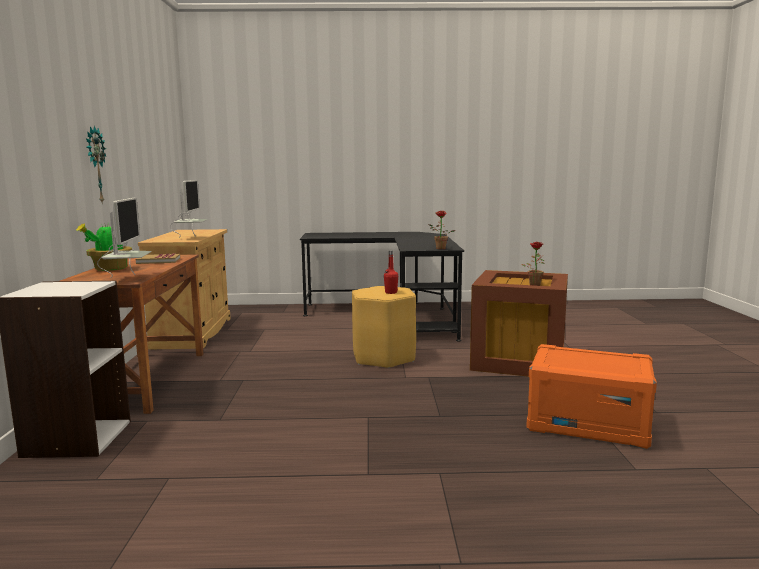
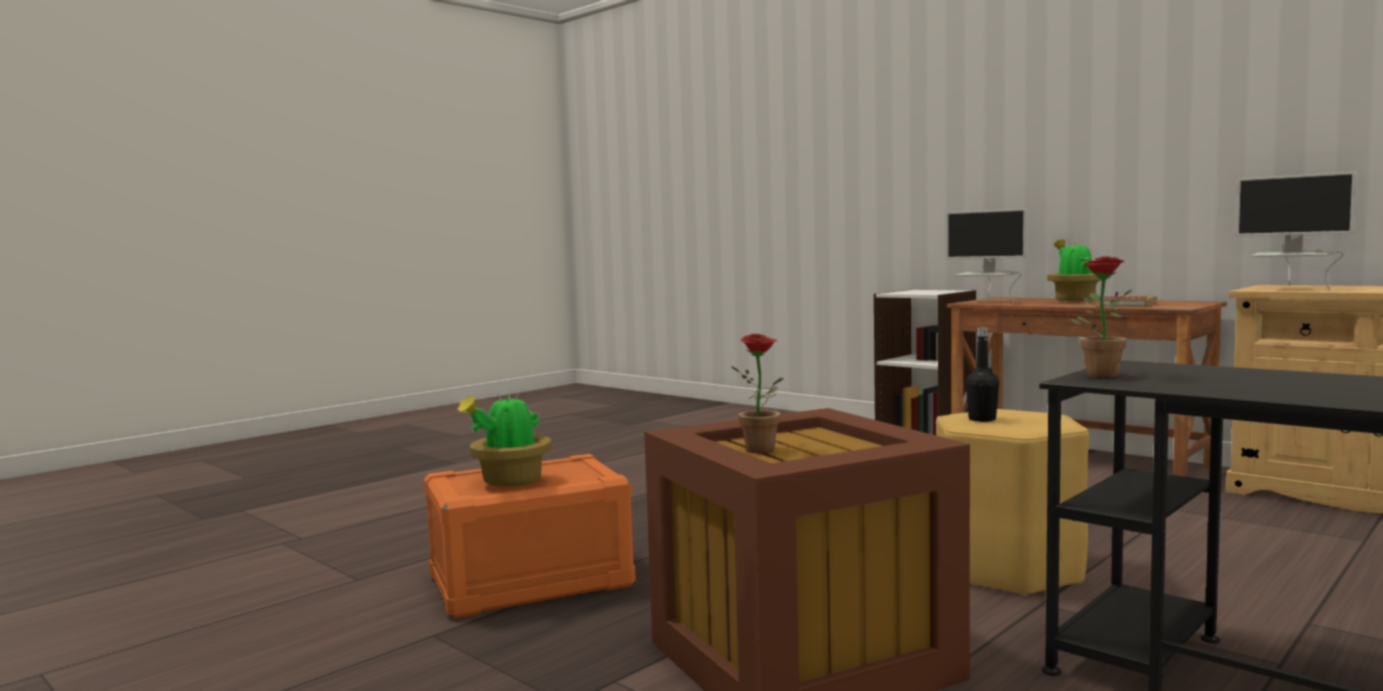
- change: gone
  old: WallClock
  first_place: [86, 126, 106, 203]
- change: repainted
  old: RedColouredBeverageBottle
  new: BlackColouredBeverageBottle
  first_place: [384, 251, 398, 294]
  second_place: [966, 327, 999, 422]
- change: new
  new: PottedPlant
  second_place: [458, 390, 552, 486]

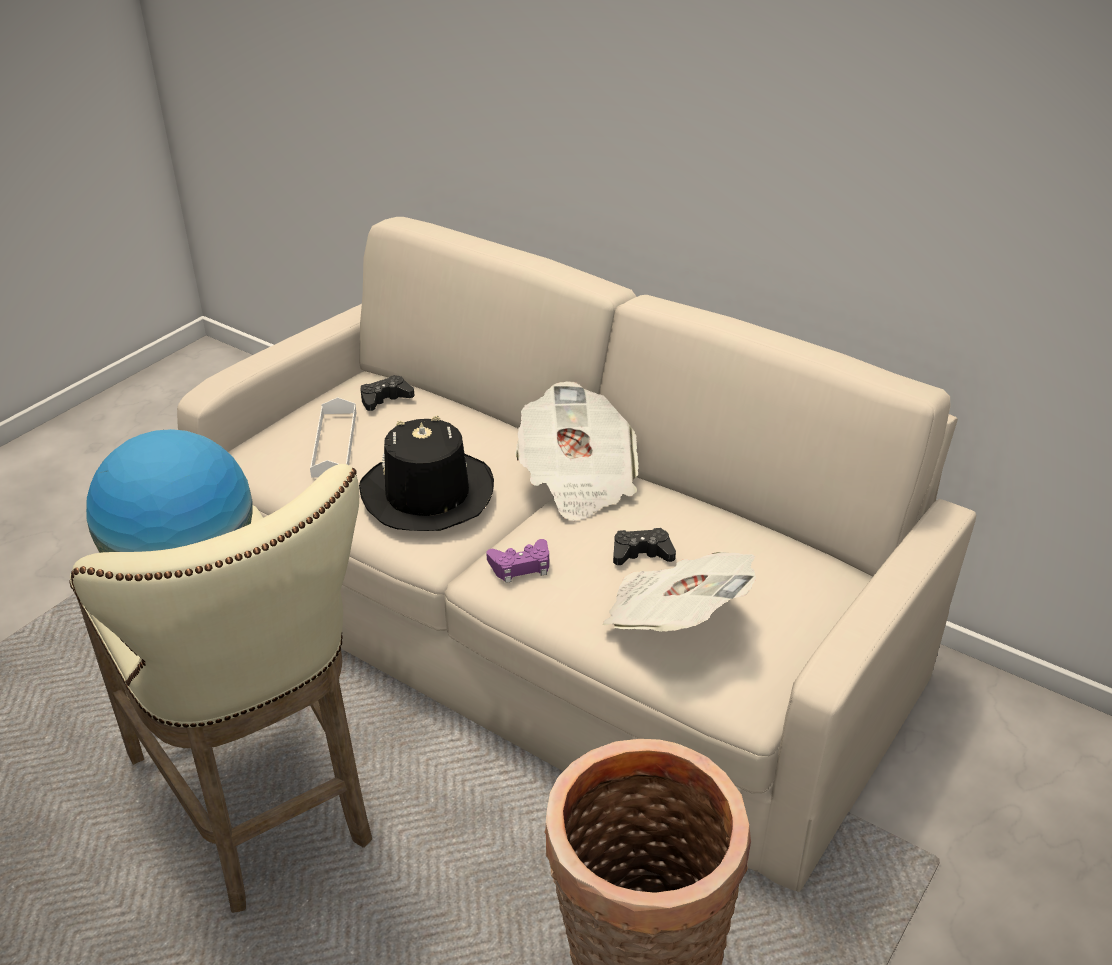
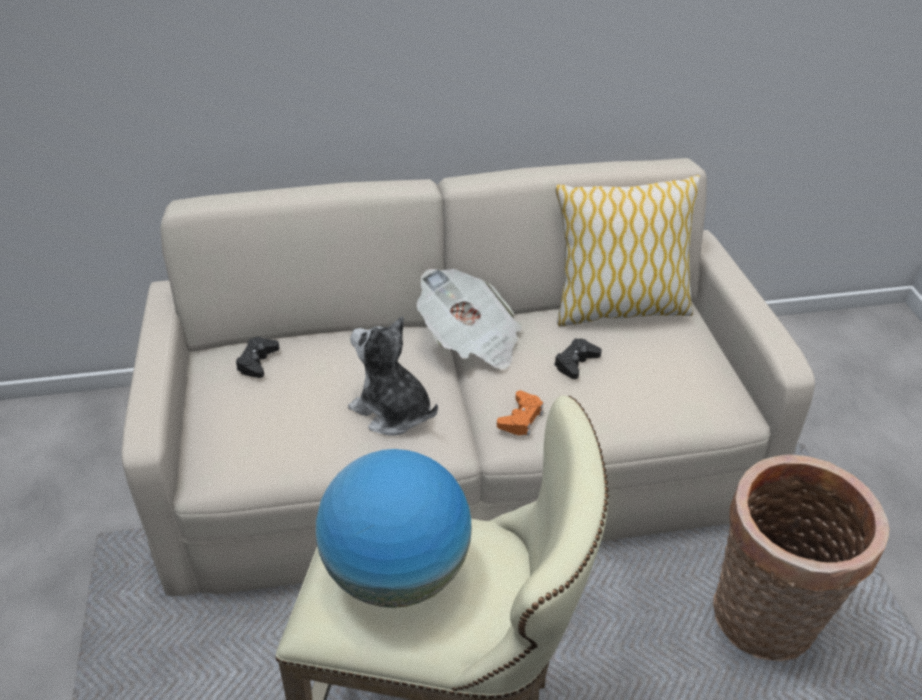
- change: gone
  old: WhiteColouredTray
  first_place: [310, 397, 356, 478]
- change: swapped
  old: BlackColouredClothingHat
  new: CuddlyToy
  first_place: [359, 415, 494, 531]
  second_place: [348, 316, 438, 436]
- change: repainted
  old: PurpleColouredGameController
  new: OrangeyGameController
  first_place: [486, 539, 549, 583]
  second_place: [497, 391, 543, 436]
- change: gone
  old: PrintedPaper
  first_place: [602, 552, 756, 632]
- change: new
  new: Pillow
  second_place: [555, 174, 700, 327]

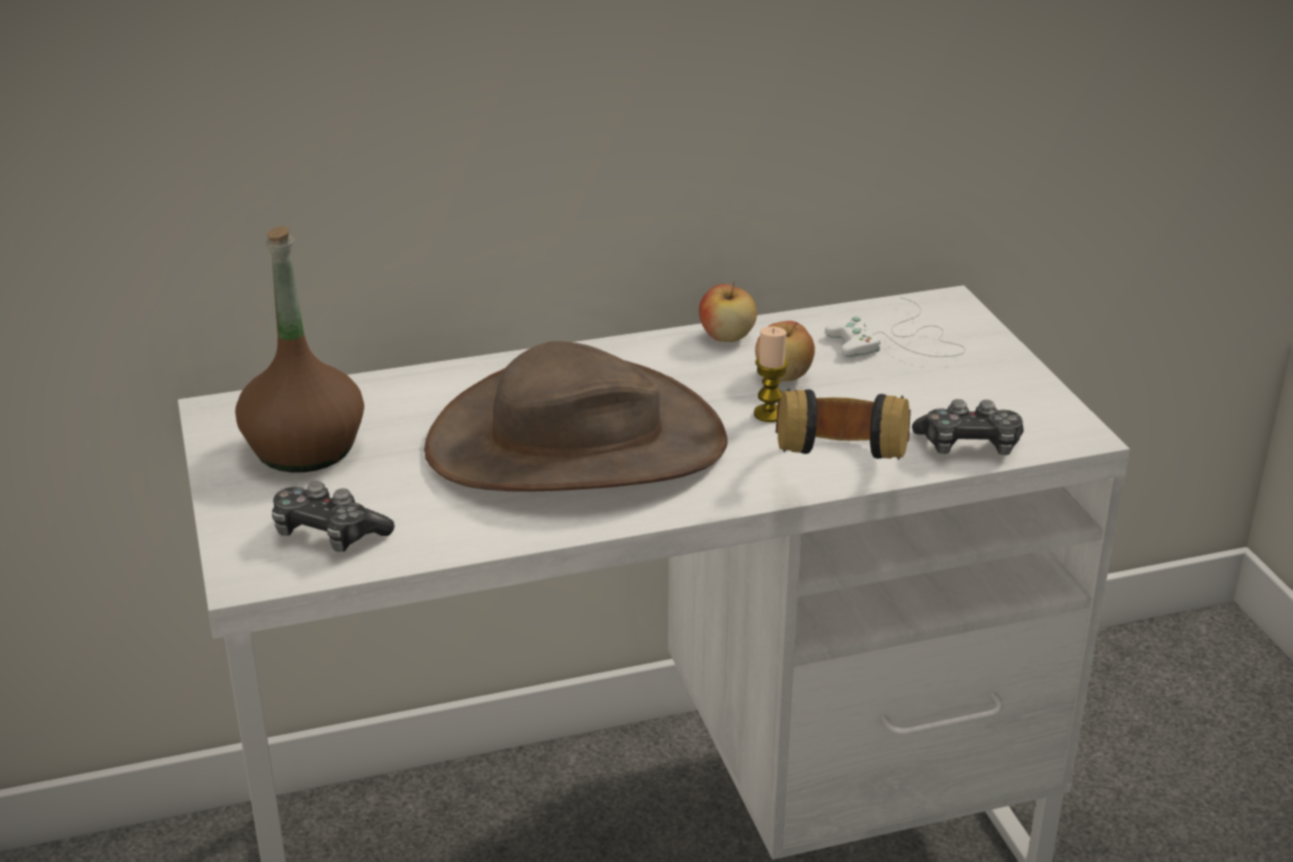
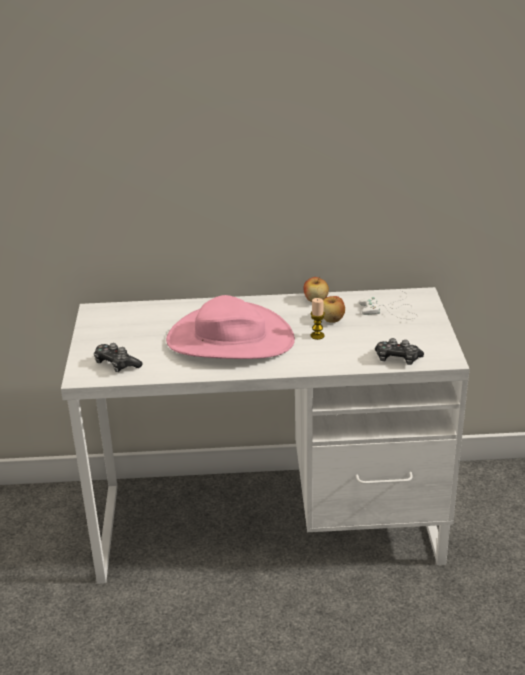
- change: gone
  old: BrownBeverageBottle
  first_place: [235, 226, 364, 473]
- change: repainted
  old: BrownClothingHat
  new: PinkishClothingHat
  first_place: [424, 341, 728, 492]
  second_place: [166, 295, 295, 359]
- change: gone
  old: Headset
  first_place: [776, 388, 911, 460]

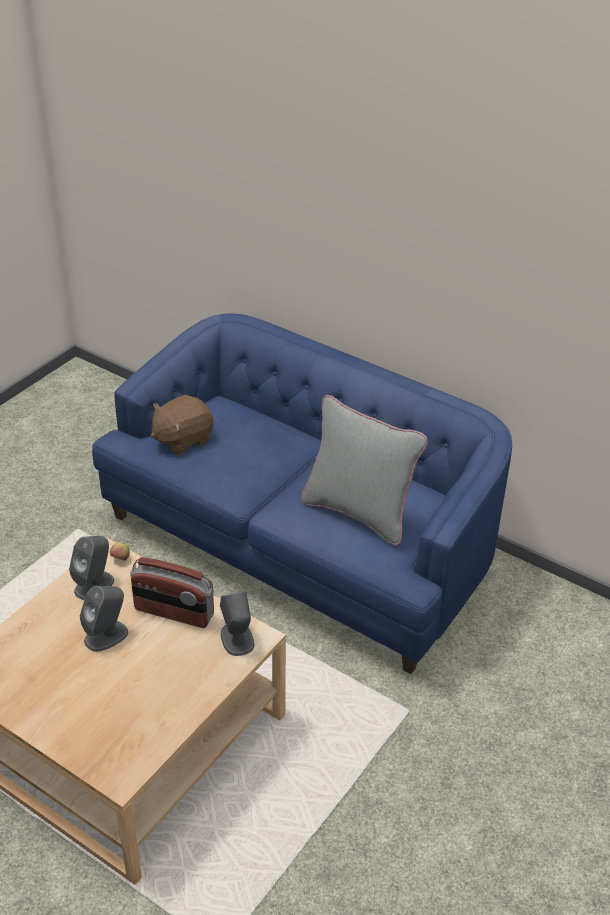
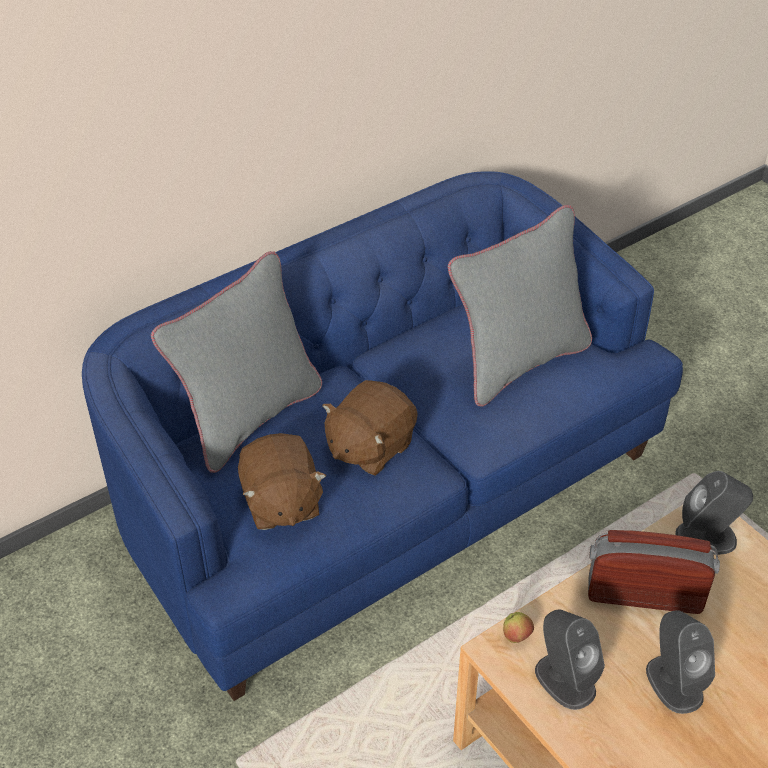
- change: rotated
  old: RadioReceiver
  first_place: [130, 557, 214, 628]
  second_place: [588, 530, 720, 614]
  degrees: -120
- change: new
  new: GreyPillow
  second_place: [151, 251, 322, 473]
- change: new
  new: BrownCuddlyToy
  second_place: [322, 380, 418, 476]

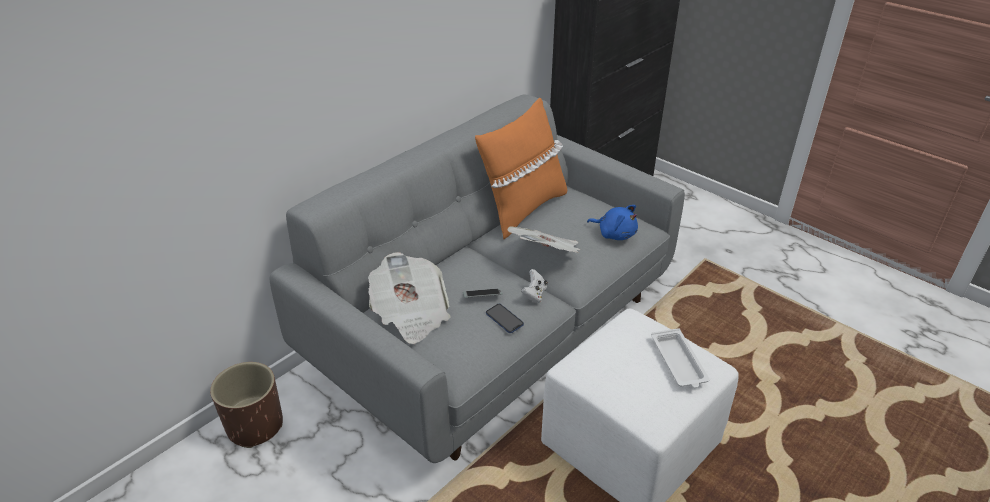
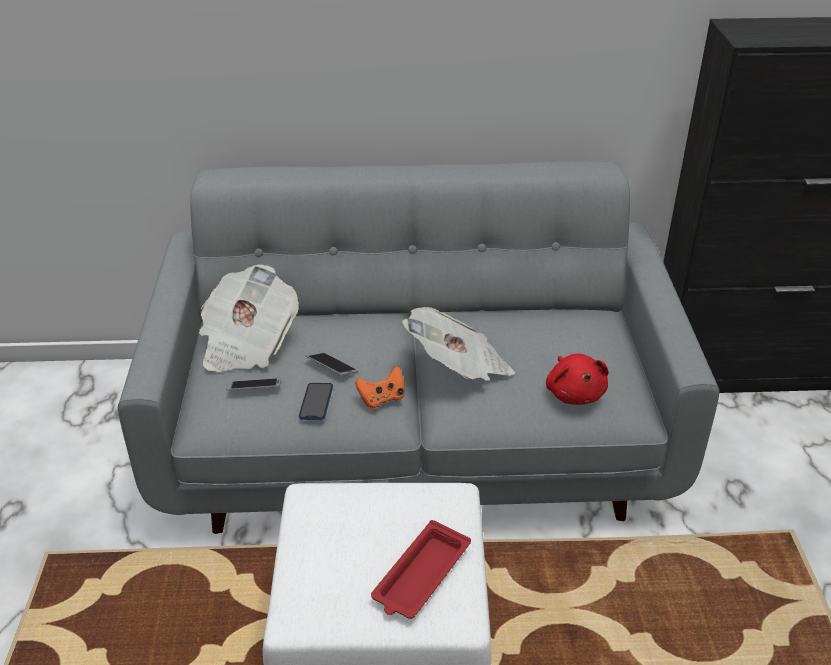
- change: gone
  old: OrangeyPillow
  first_place: [475, 98, 567, 239]
- change: repainted
  old: BlueCuddlyToy
  new: RedColouredCuddlyToy
  first_place: [587, 205, 638, 240]
  second_place: [546, 354, 609, 405]
- change: repainted
  old: WhiteColouredGameController
  new: OrangeyGameController
  first_place: [521, 269, 548, 303]
  second_place: [355, 366, 405, 409]
- change: repainted
  old: WhiteColouredTray
  new: RedColouredTray
  first_place: [651, 328, 710, 388]
  second_place: [371, 520, 471, 619]
- change: gone
  old: BrownFlowerPot
  first_place: [210, 362, 283, 448]
- change: new
  new: Phone
  second_place: [226, 378, 281, 391]

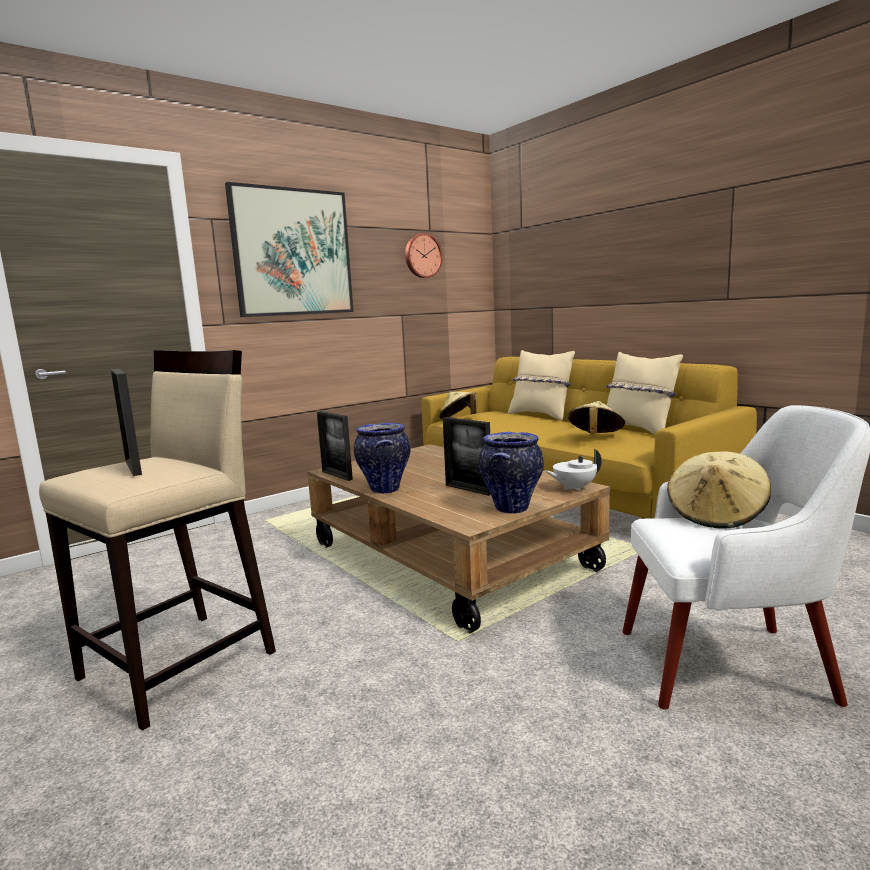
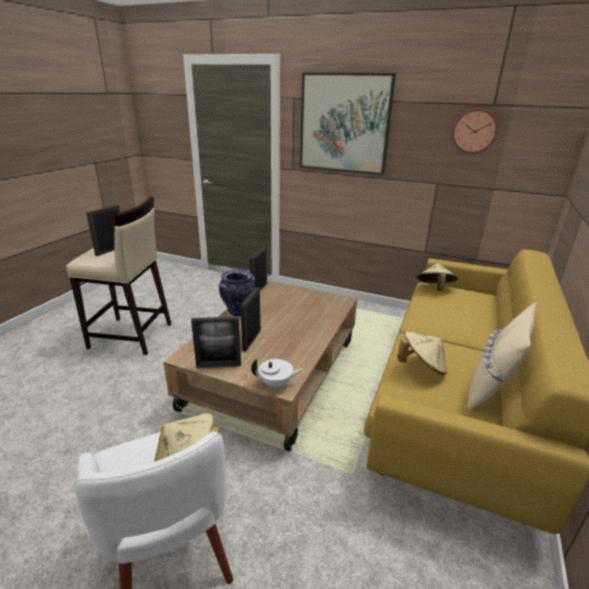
- change: gone
  old: SandColouredPillow
  first_place: [508, 350, 575, 421]
- change: swapped
  old: Vase
  new: StandingFrame
  first_place: [479, 432, 544, 514]
  second_place: [191, 317, 241, 368]
- change: rotated
  old: WhiteColouredTeaPot
  first_place: [545, 449, 602, 491]
  second_place: [251, 359, 303, 390]
  degrees: 135

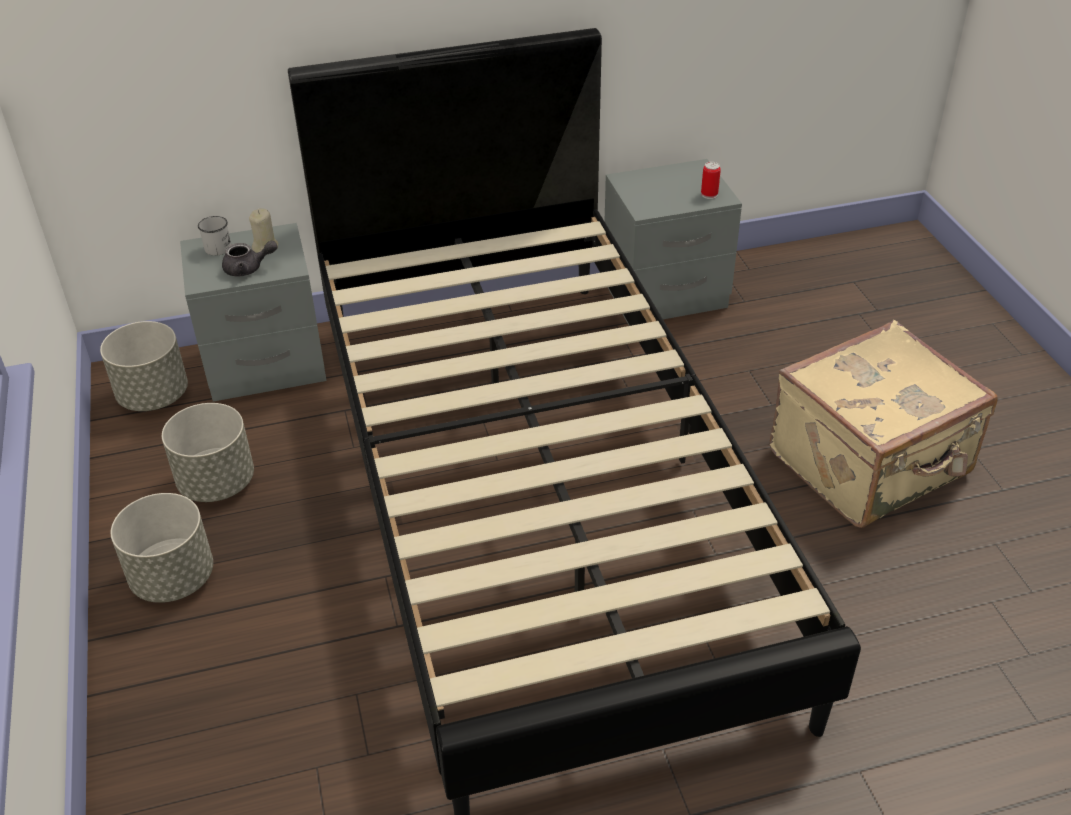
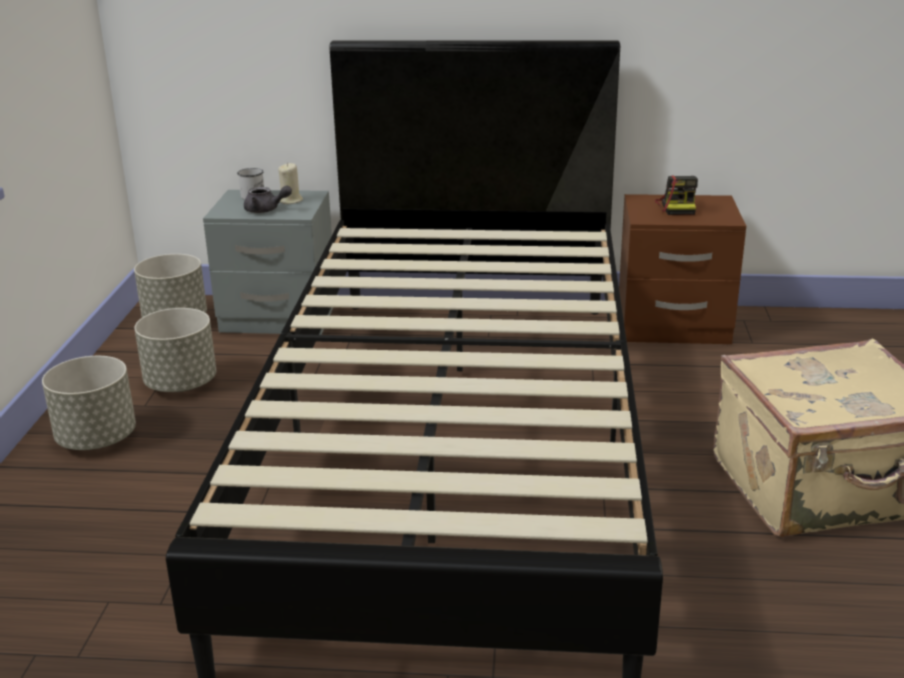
- change: repainted
  old: GreyNightTable
  new: BrownNightTable
  first_place: [604, 159, 742, 326]
  second_place: [619, 194, 746, 344]
- change: gone
  old: MetalCan
  first_place: [701, 162, 721, 199]
- change: new
  new: StillCamera
  second_place: [655, 176, 698, 215]

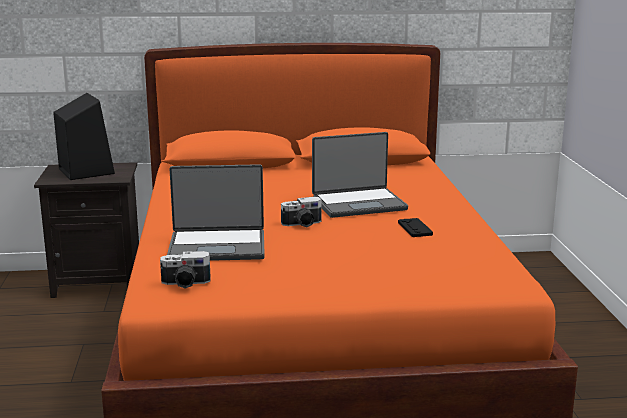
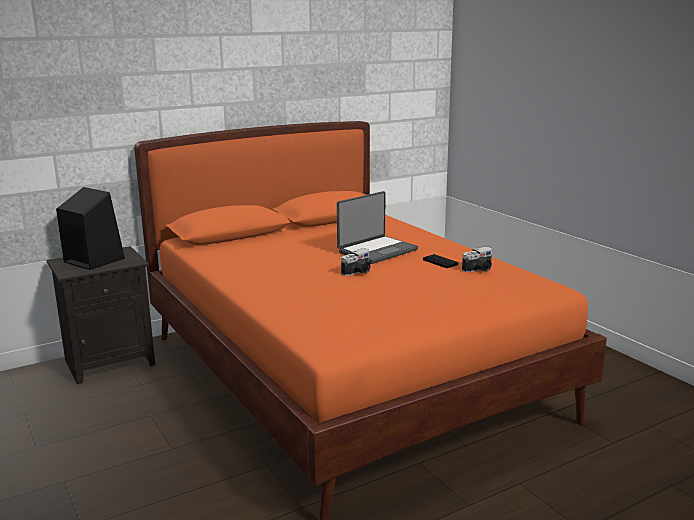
- change: gone
  old: Laptop
  first_place: [167, 164, 265, 261]
- change: shifted
  old: StillCamera
  first_place: [160, 251, 211, 289]
  second_place: [462, 247, 492, 272]

